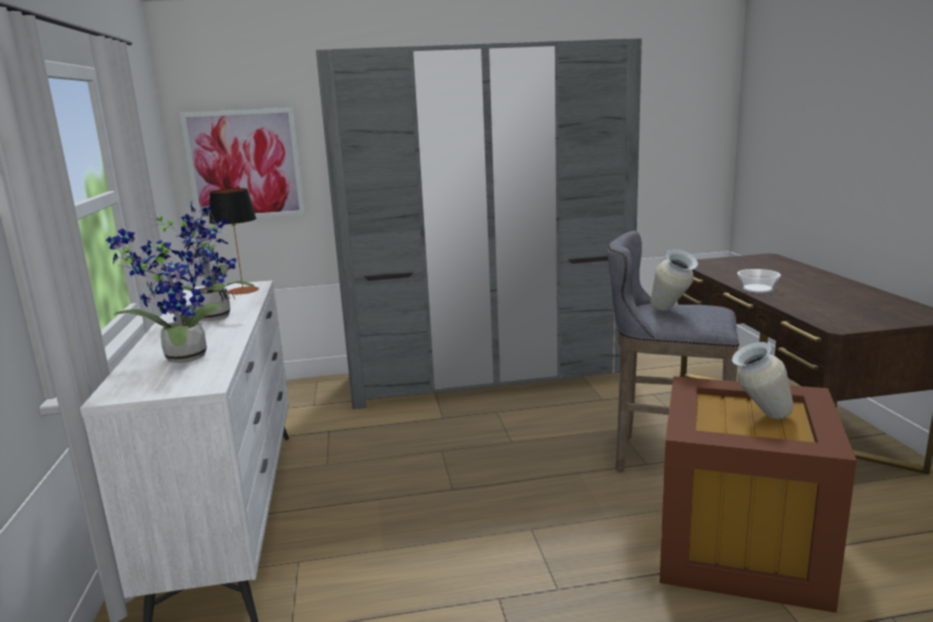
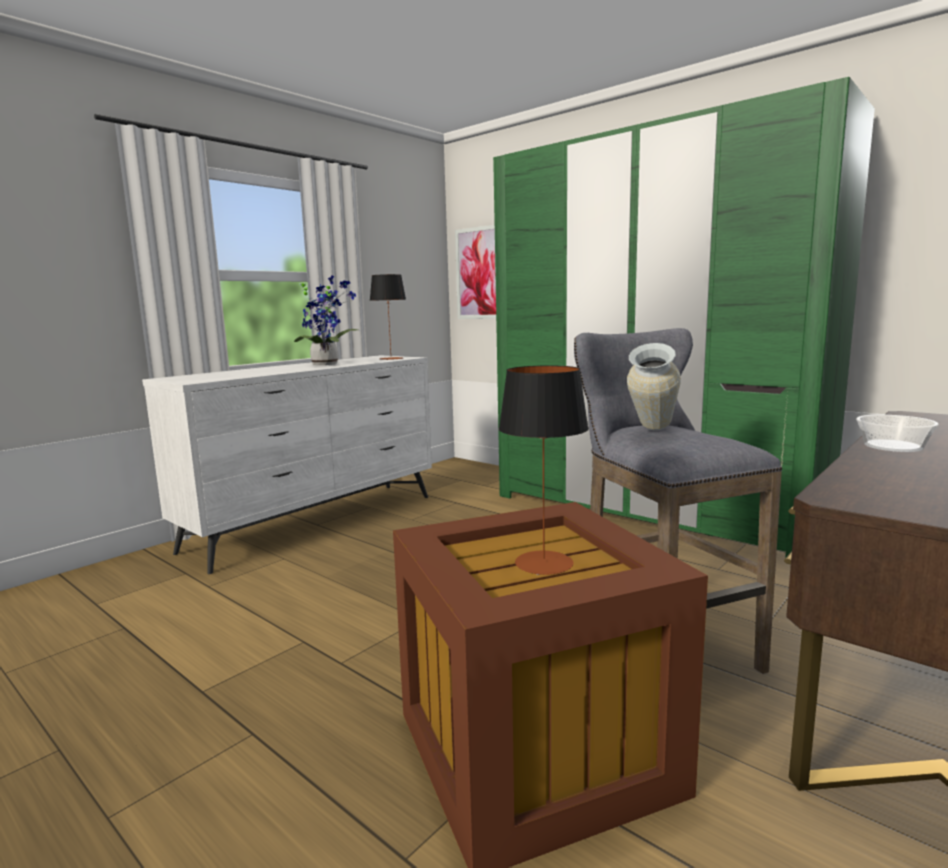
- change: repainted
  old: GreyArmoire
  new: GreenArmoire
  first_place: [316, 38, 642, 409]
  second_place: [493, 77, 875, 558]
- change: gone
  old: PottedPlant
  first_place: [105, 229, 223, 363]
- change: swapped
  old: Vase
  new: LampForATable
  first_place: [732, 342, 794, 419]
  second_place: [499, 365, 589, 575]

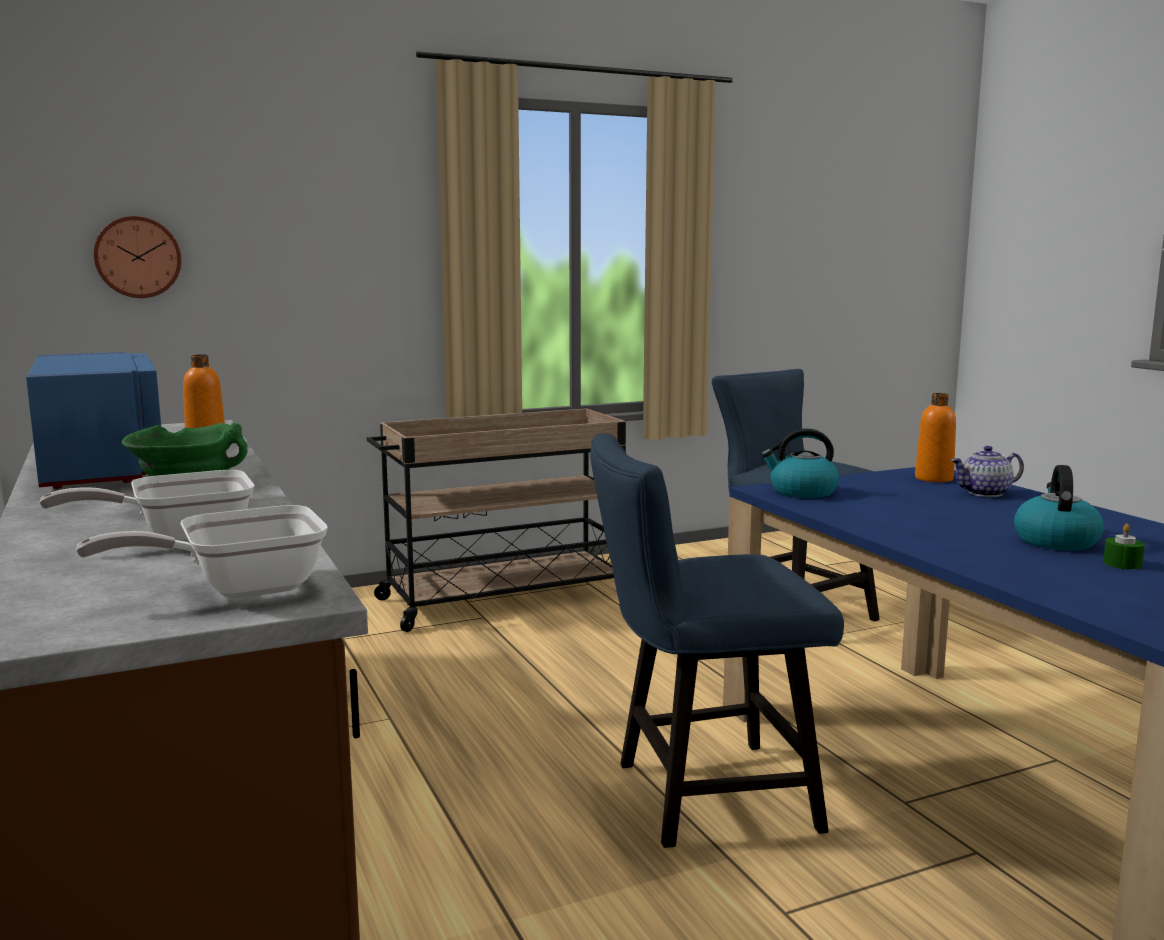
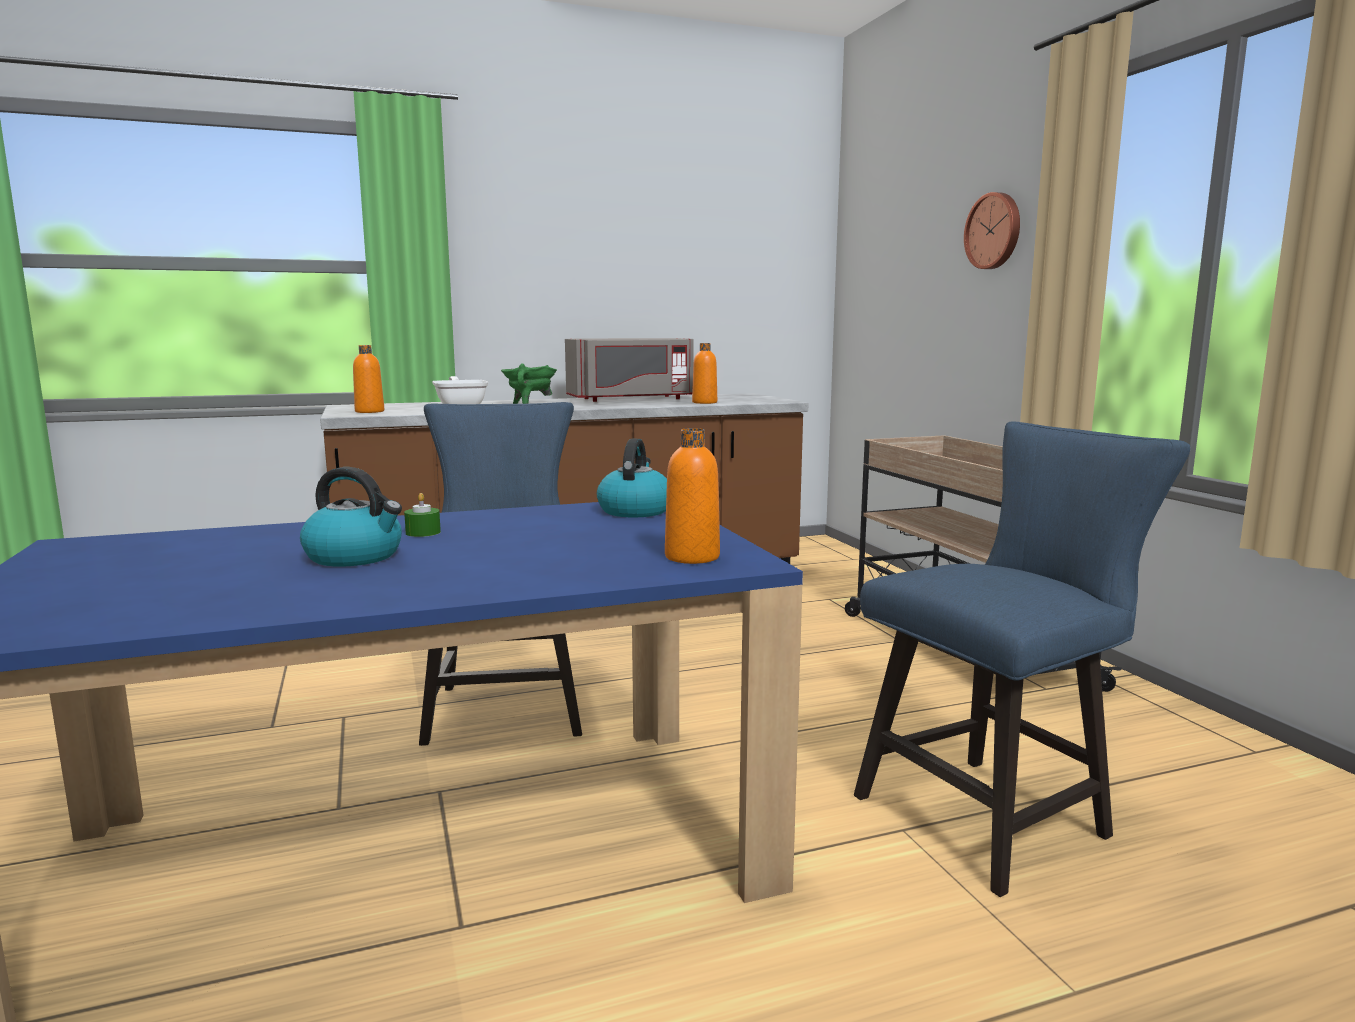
- change: shifted
  old: WallClock
  first_place: [94, 216, 181, 298]
  second_place: [964, 192, 1020, 269]
- change: repainted
  old: BlueKitchenMicrowave
  new: GreyKitchenMicrowave
  first_place: [26, 352, 161, 489]
  second_place: [565, 338, 694, 402]
- change: gone
  old: TeaPot
  first_place: [951, 446, 1024, 497]
- change: swapped
  old: Pan
  new: OrangeyBeverageBottle
  first_place: [76, 505, 328, 599]
  second_place: [353, 345, 384, 413]
- change: shifted
  old: GreenCandle
  first_place: [1103, 524, 1145, 569]
  second_place: [404, 493, 441, 537]

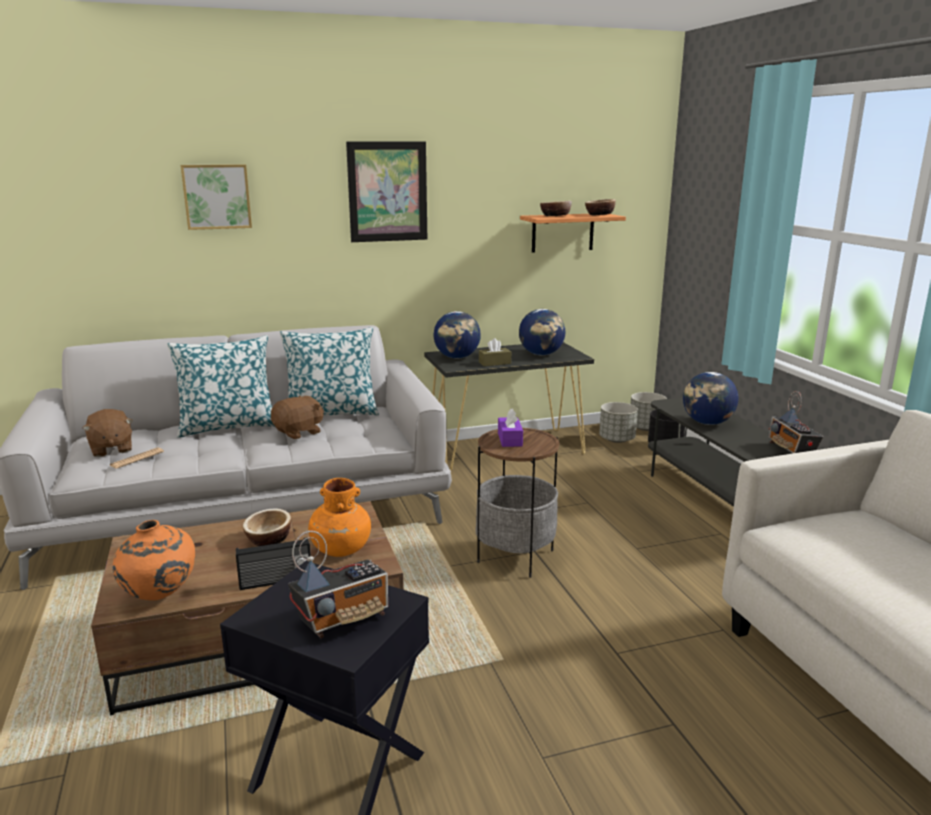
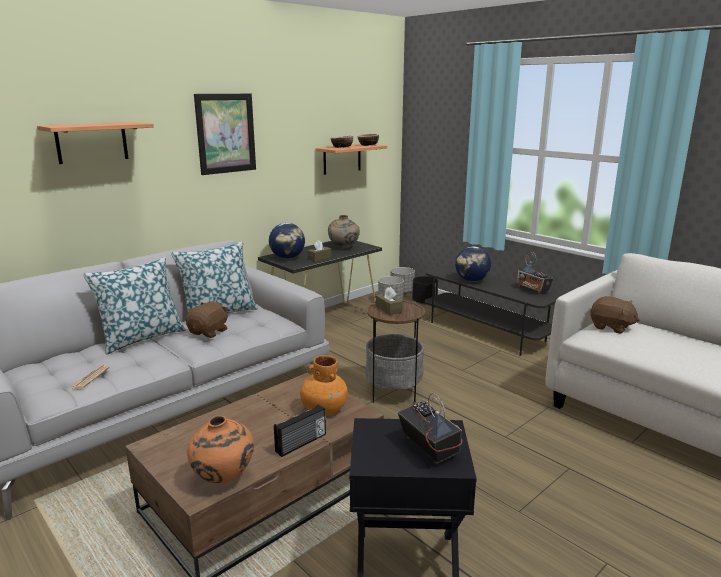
- change: swapped
  old: WallPicture
  new: WallShelf
  first_place: [181, 164, 252, 230]
  second_place: [37, 122, 154, 164]
- change: swapped
  old: WorldGlobe
  new: SandColouredVase
  first_place: [519, 309, 565, 355]
  second_place: [328, 215, 360, 249]
- change: shifted
  old: BrownCuddlyToy
  first_place: [83, 409, 133, 457]
  second_place: [590, 296, 640, 334]
- change: repainted
  old: PurpleColouredTissueBox
  new: BrownTissueBox
  first_place: [498, 409, 523, 447]
  second_place: [376, 287, 403, 315]
- change: gone
  old: Bowl
  first_place: [243, 509, 291, 546]
- change: rotated
  old: RadioReceiver
  first_place: [288, 531, 388, 638]
  second_place: [398, 393, 463, 465]
  degrees: -60

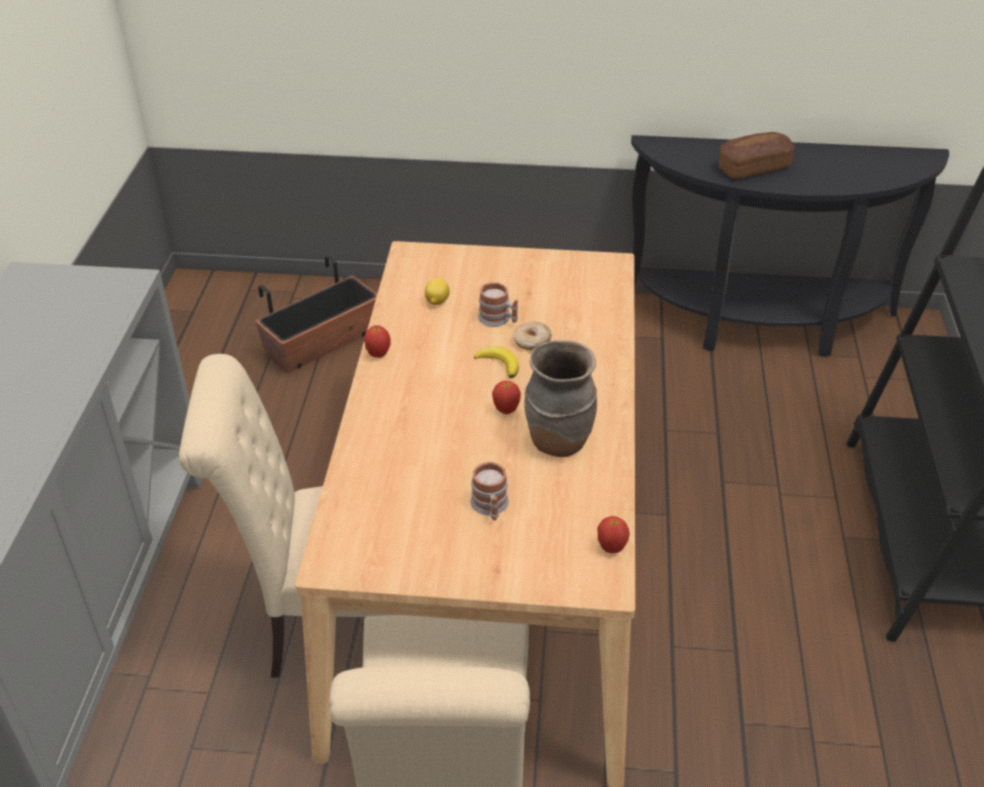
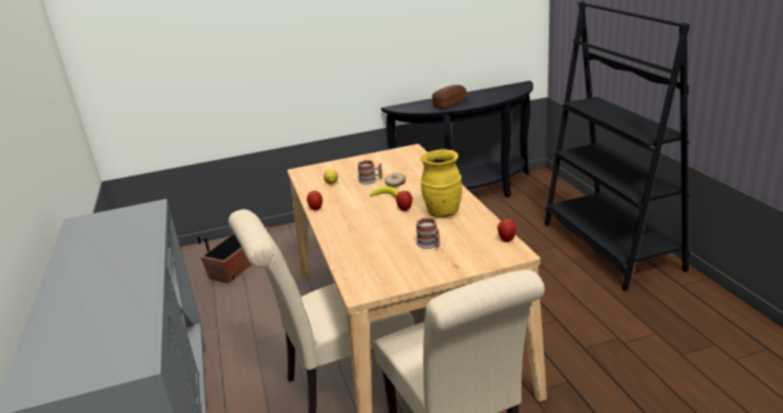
- change: repainted
  old: BrownVase
  new: YellowishVase
  first_place: [524, 340, 597, 457]
  second_place: [420, 149, 462, 217]

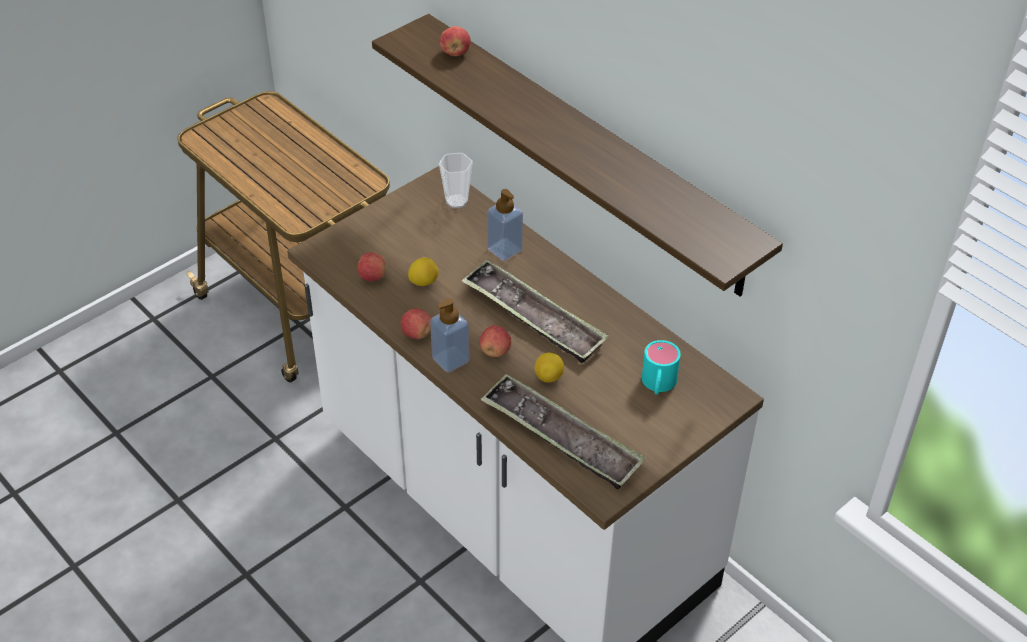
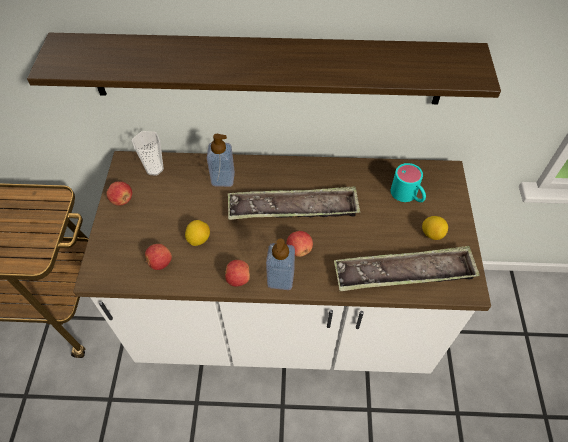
- change: shifted
  old: Apple
  first_place: [440, 26, 471, 56]
  second_place: [106, 181, 132, 206]
- change: shifted
  old: Lemon
  first_place: [535, 353, 564, 382]
  second_place: [422, 216, 448, 240]

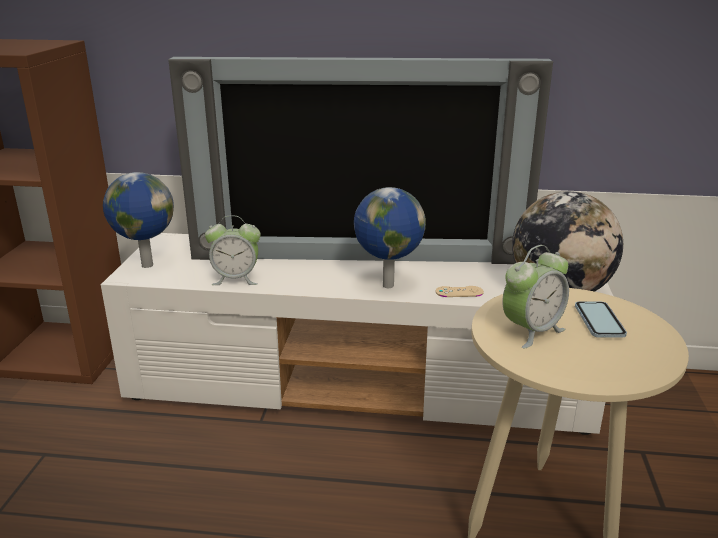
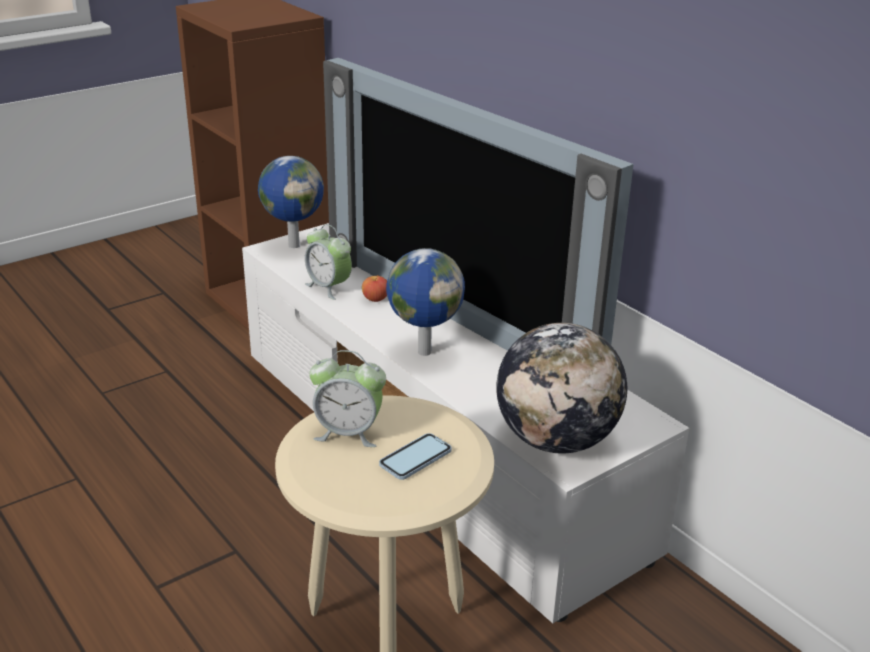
- change: gone
  old: SandColouredGameController
  first_place: [435, 286, 484, 297]
- change: new
  new: Apple
  second_place: [362, 275, 387, 302]

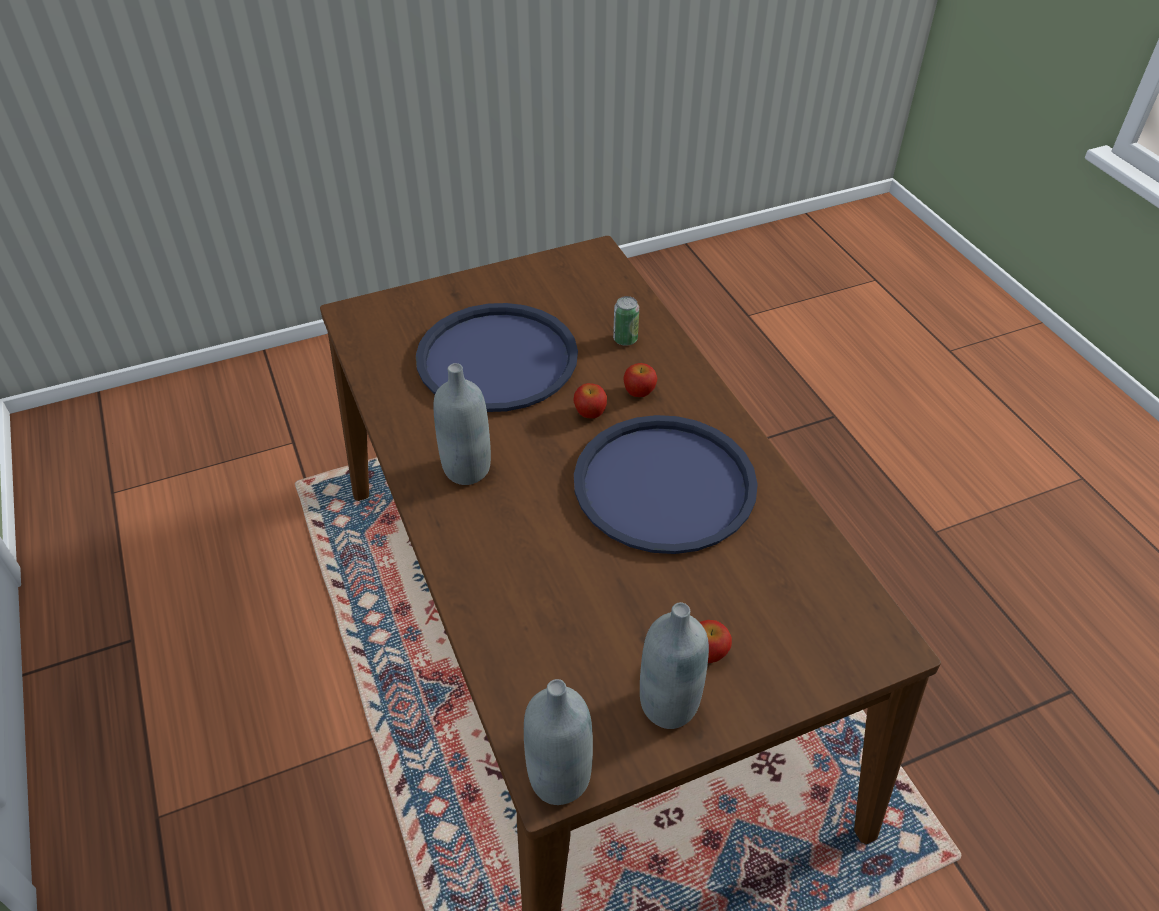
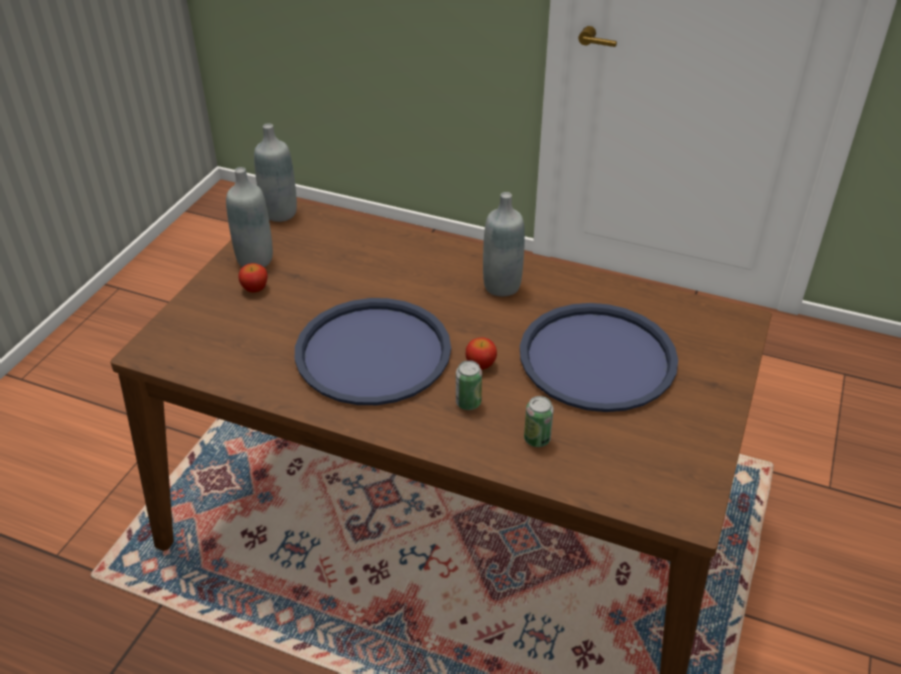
- change: swapped
  old: Apple
  new: MetalCan
  first_place: [623, 363, 657, 397]
  second_place: [456, 360, 482, 410]

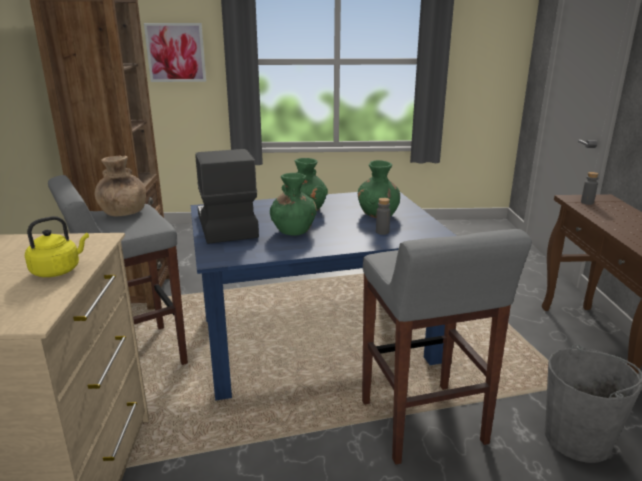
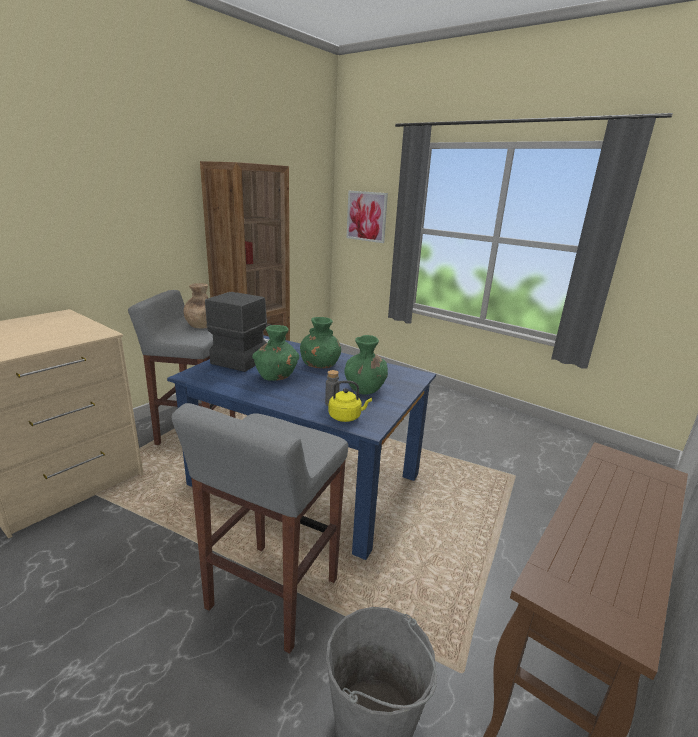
- change: gone
  old: GreyBeverageBottle
  first_place: [581, 172, 599, 205]
- change: shifted
  old: YellowishKettle
  first_place: [25, 216, 89, 277]
  second_place: [328, 381, 372, 422]

